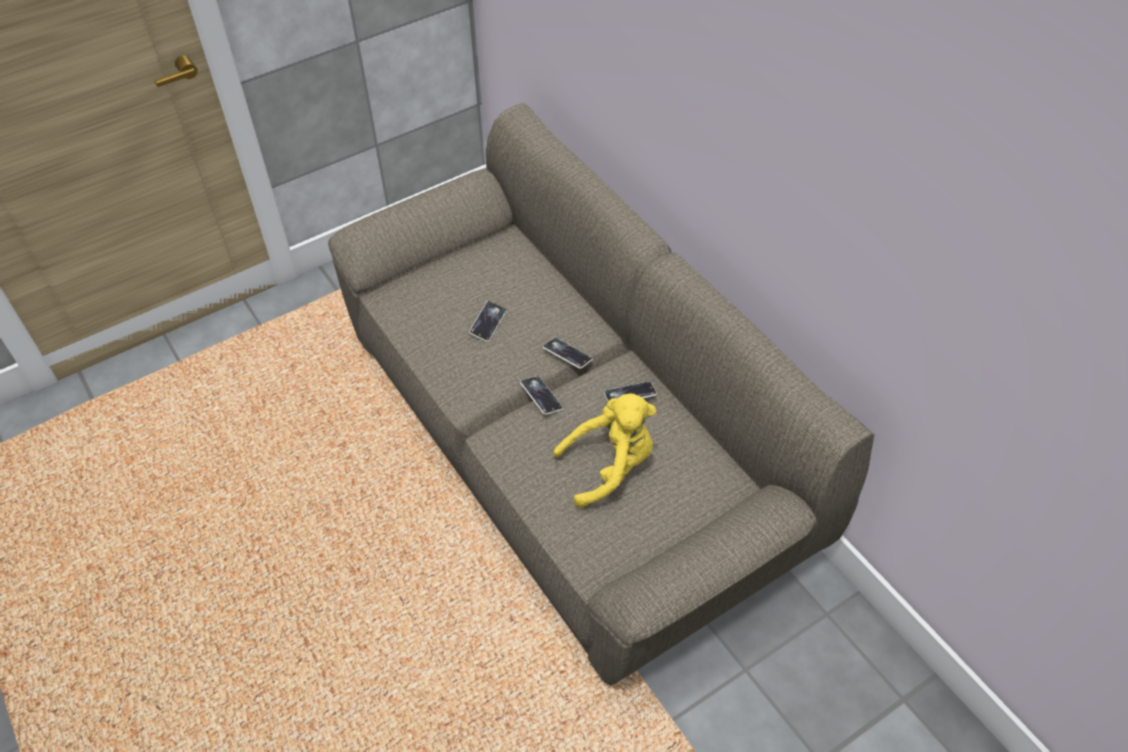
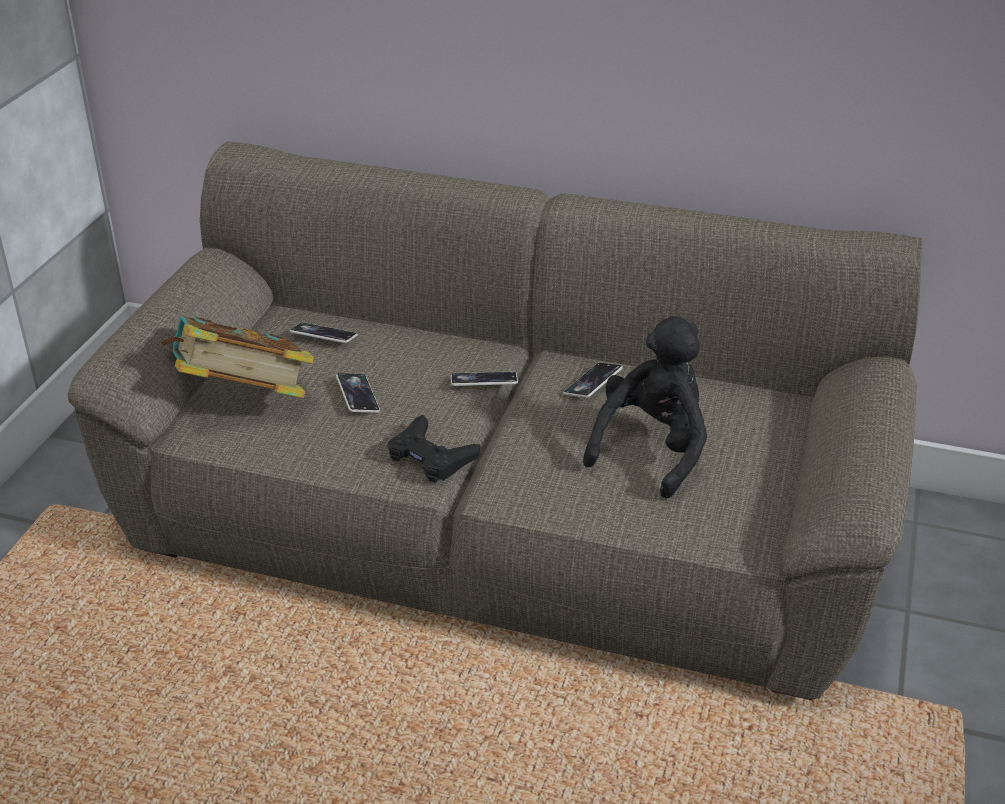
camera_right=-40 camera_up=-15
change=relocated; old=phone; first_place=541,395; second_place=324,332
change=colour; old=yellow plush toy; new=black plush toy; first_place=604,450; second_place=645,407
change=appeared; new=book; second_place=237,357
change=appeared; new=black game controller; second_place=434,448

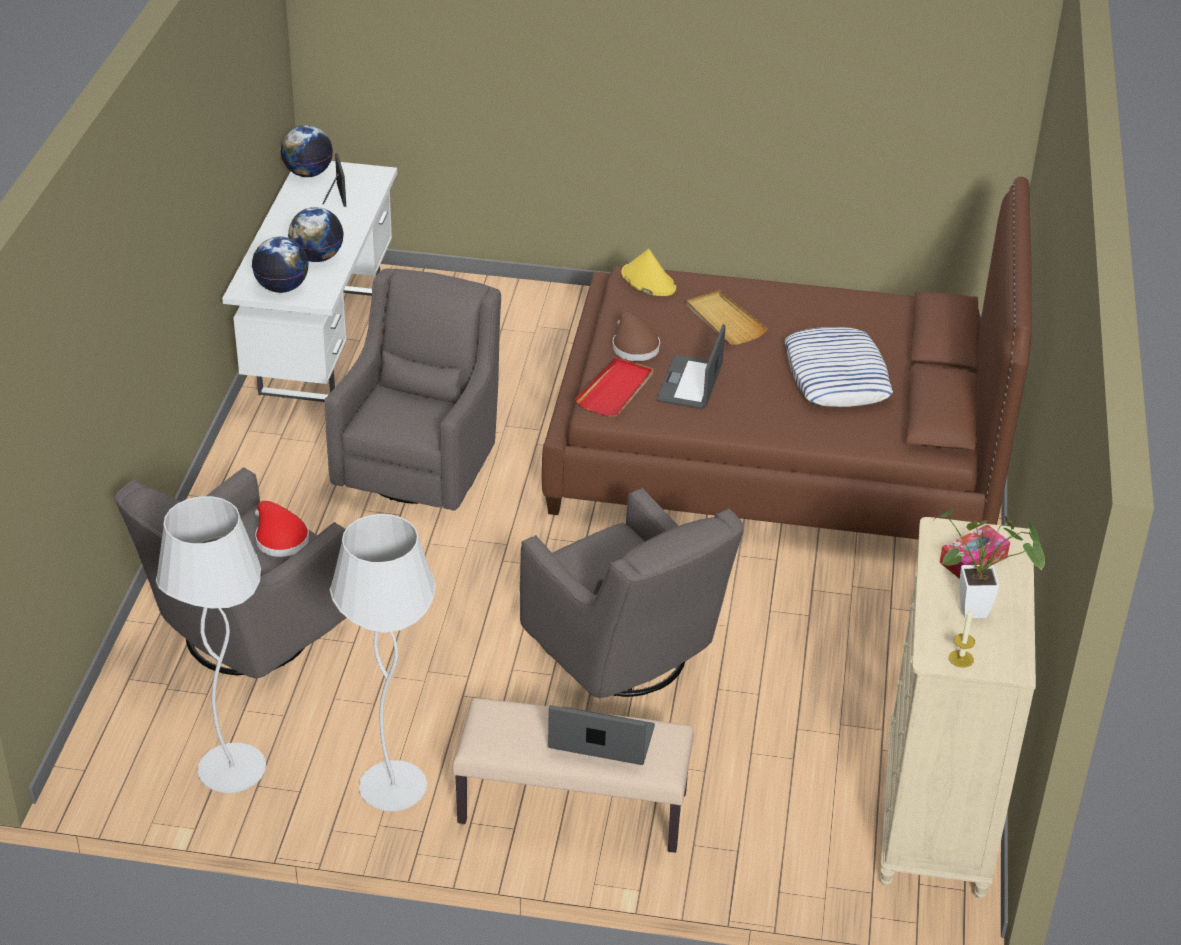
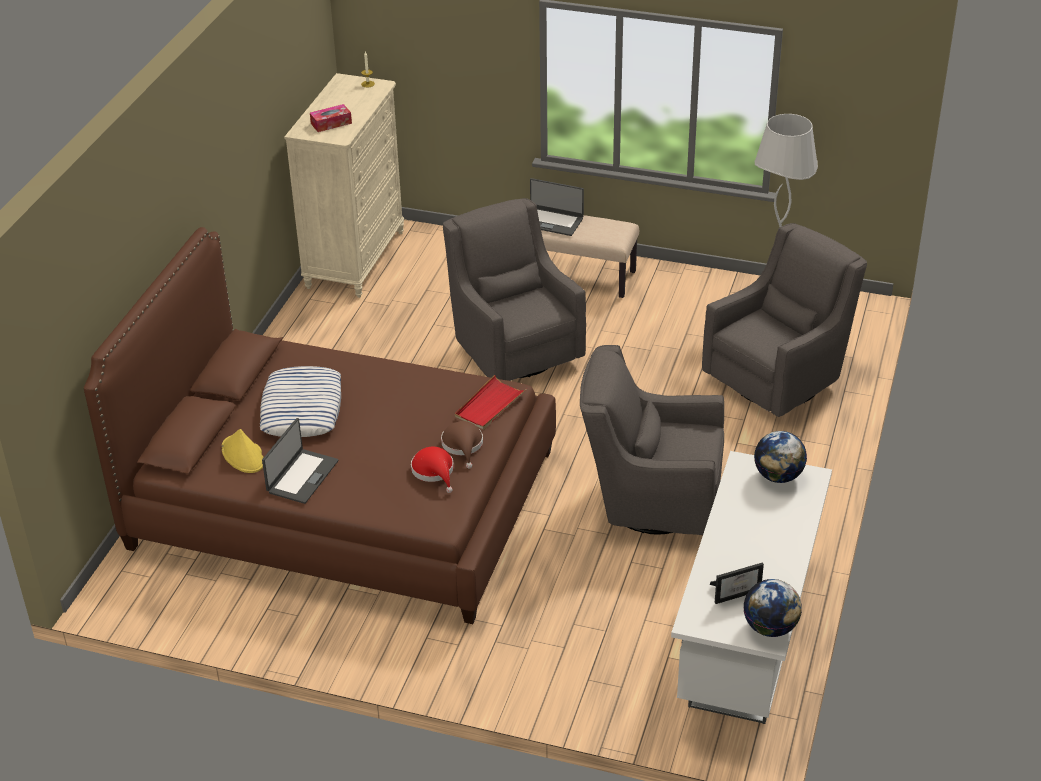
camera_right=-170 camera_up=0
change=spun; old=picture frame; first_place=334,180; second_place=737,583; degrees=-105
change=missing; old=globe; first_place=316,234
change=relocated; old=yellow hat; first_place=648,272; second_place=242,451
change=spun; old=grey armchair; first_place=412,389; second_place=652,440; degrees=75
change=missing; old=beige tray; first_place=726,317
change=relocated; old=laptop; first_place=691,366; second_place=300,461
change=relocated; old=red hat; first_place=282,529; second_place=432,470
change=missing; old=potted plant; first_place=989,563
change=missing; old=white floor lamp; first_place=383,663

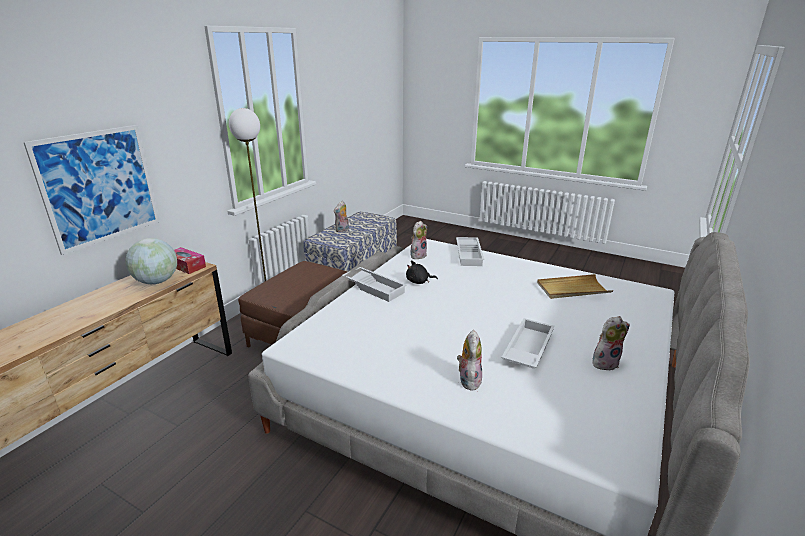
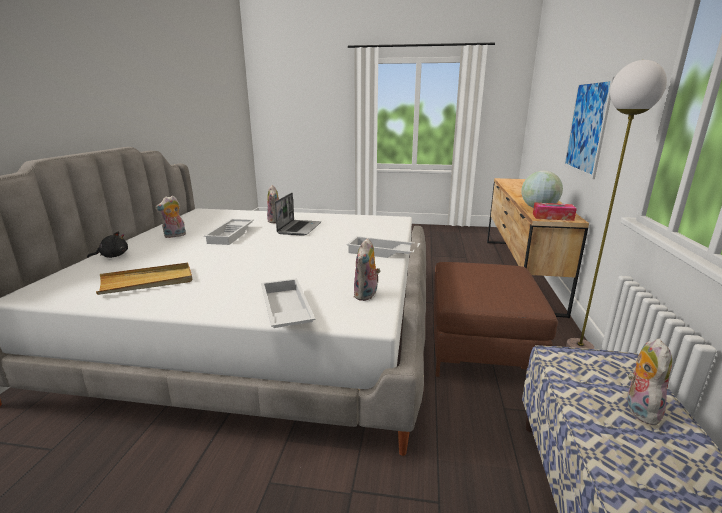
camera_right=160 camera_up=-5
change=relocated; old=black plush toy; first_place=422,272; second_place=107,245
change=appeared; new=laptop; second_place=298,214

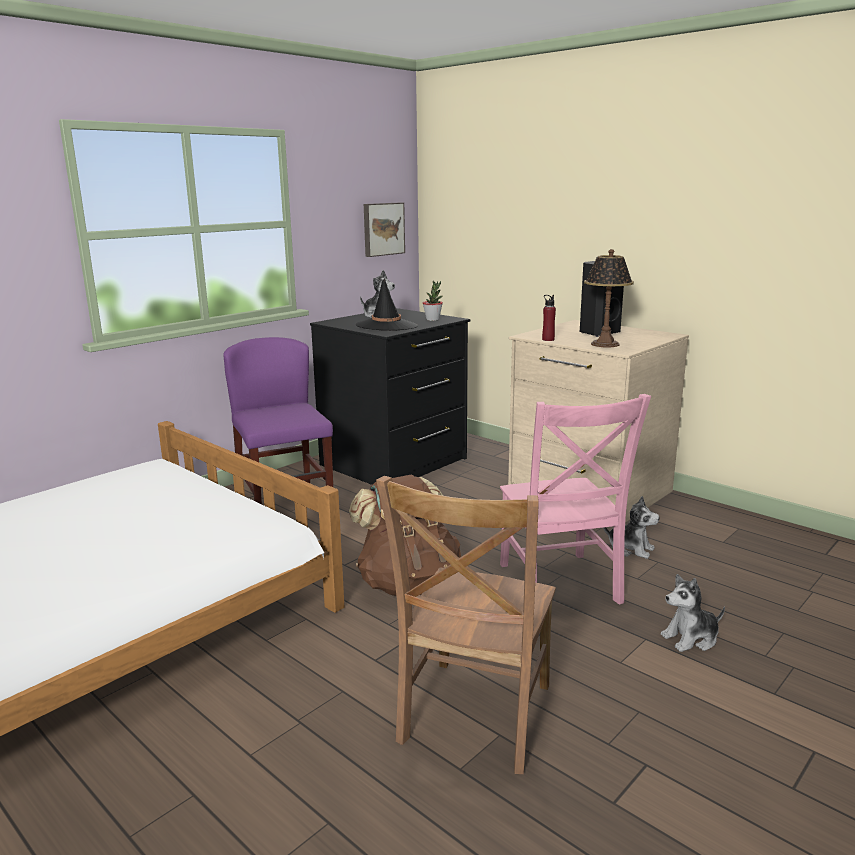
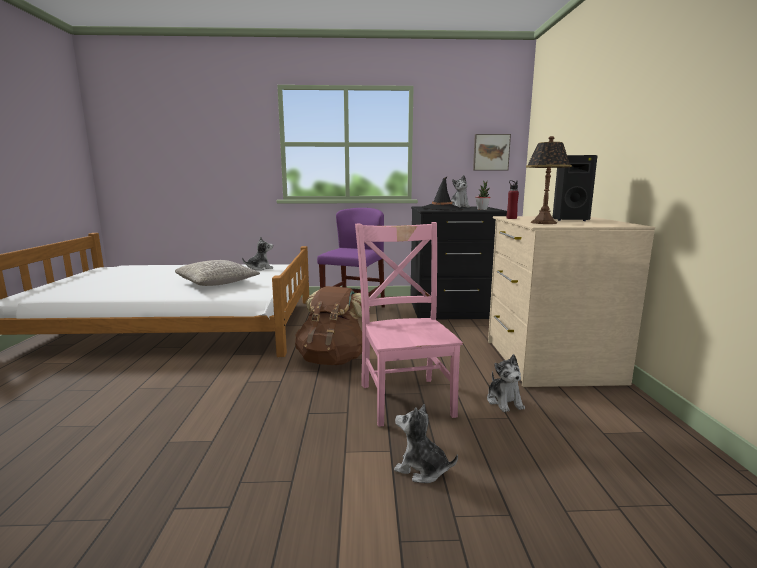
camera_right=45 camera_up=-5
change=spun; old=pink chair; first_place=575,499; second_place=409,324; degrees=135
change=missing; old=brown chair; first_place=466,625
change=appeared; new=plush toy; second_place=257,253
change=appeared; new=grey pillow; second_place=217,273

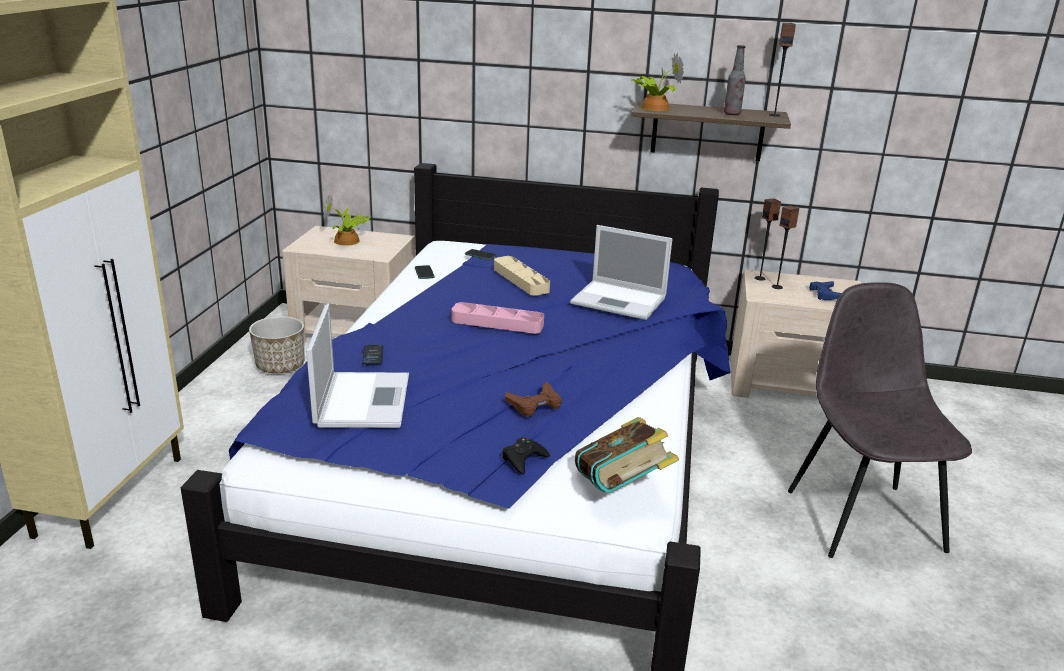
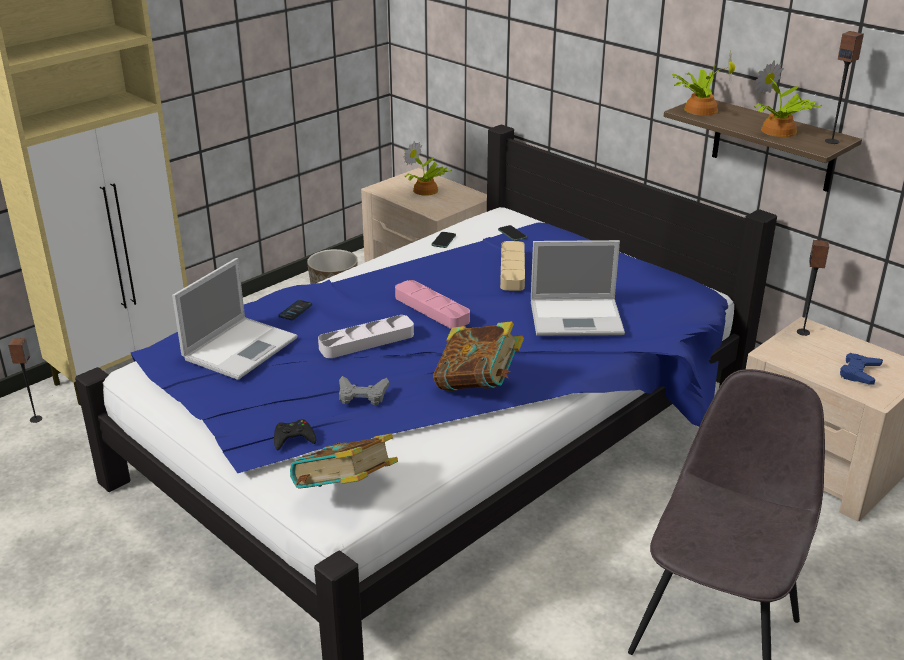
camera_right=35 camera_up=5
change=exchanged; old=bottle; new=potted plant; first_place=735,80; second_place=788,98
change=relocated; old=speaker; first_place=785,247; second_place=25,380
change=spun; old=laptop; first_place=621,272; second_place=578,288; degrees=-60
change=colour; old=brown game controller; new=grey game controller; first_place=533,399; second_place=364,390
change=appeared; new=white tray; second_place=366,336
change=appeared; new=book; second_place=478,356

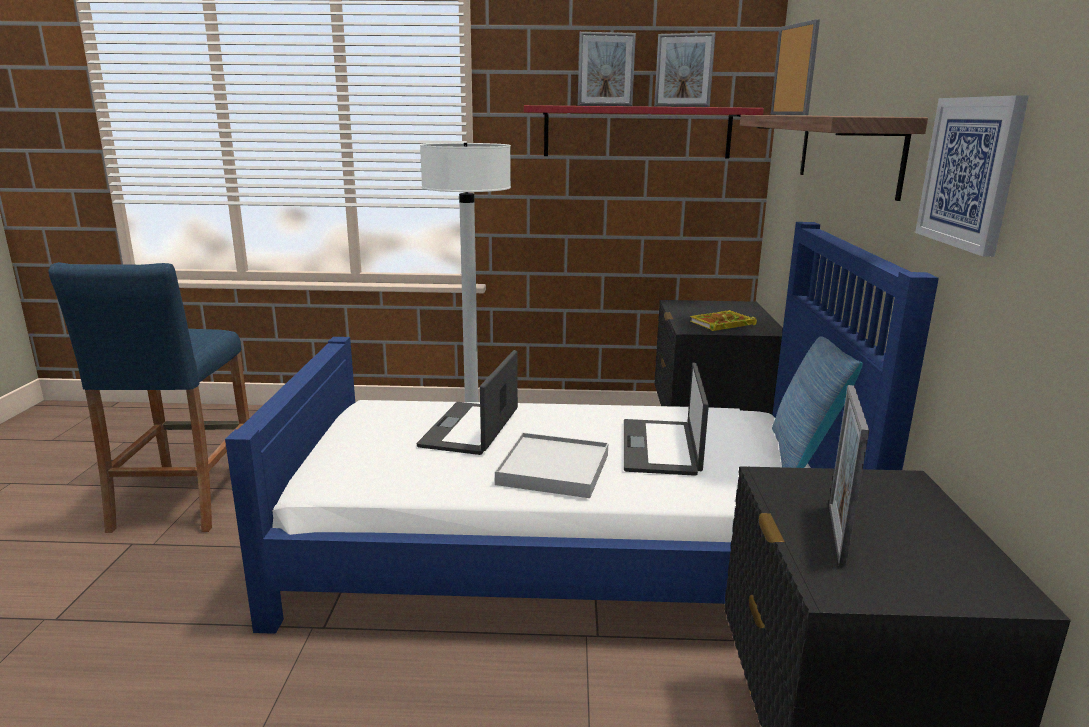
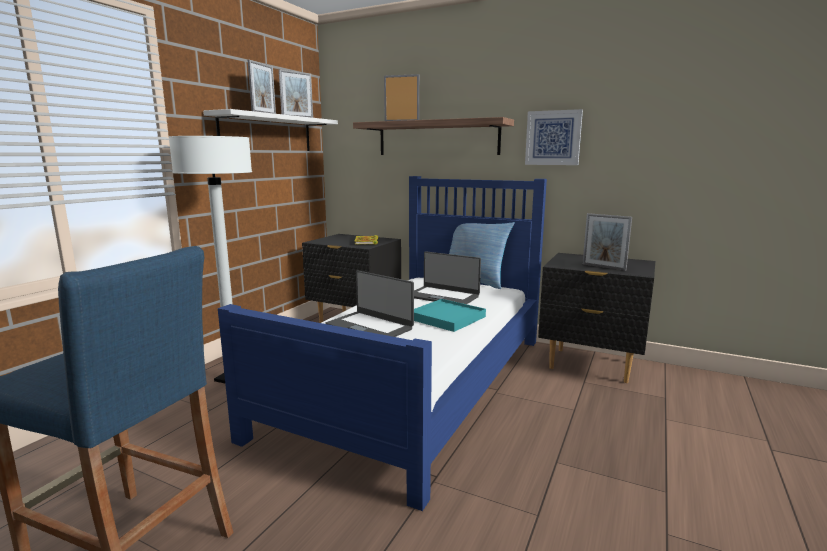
camera_right=-65 camera_up=-5
change=colour; old=red shelf; new=white shelf; first_place=644,132; second_place=270,130
change=colour; old=white tray; new=turquoise tray; first_place=551,465; second_place=450,315

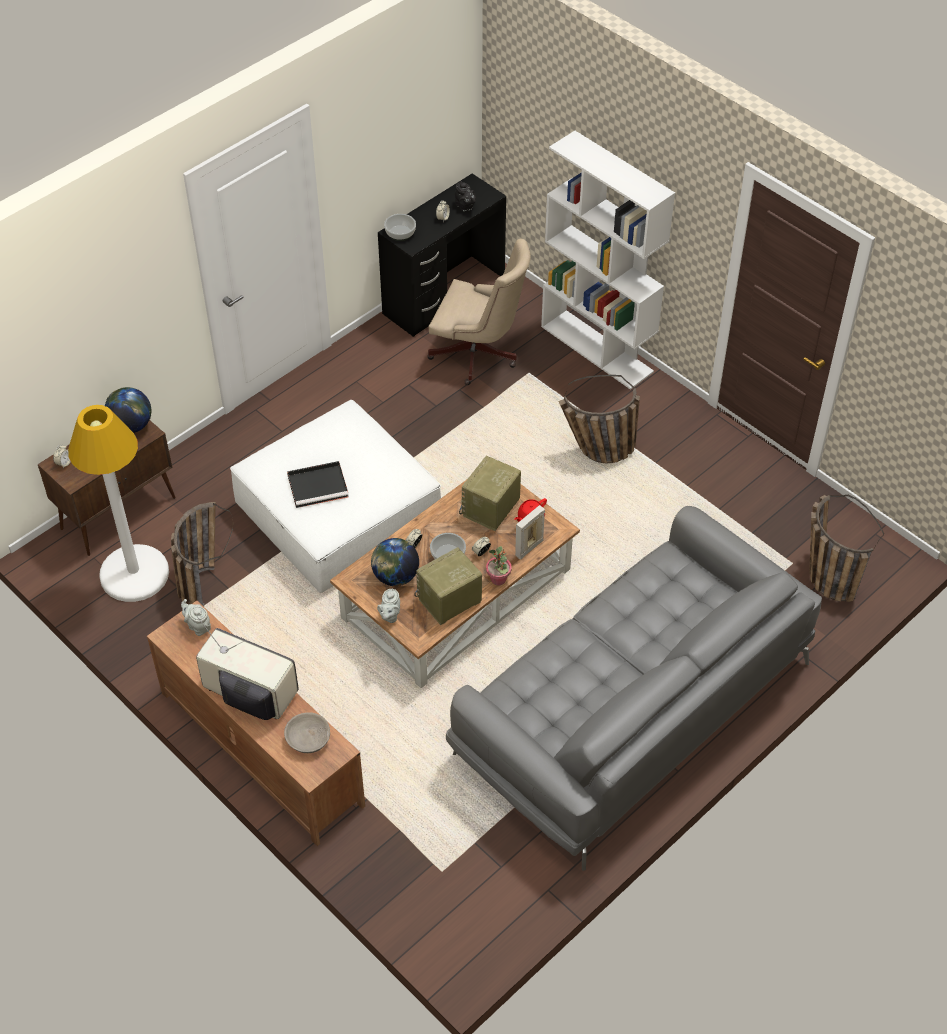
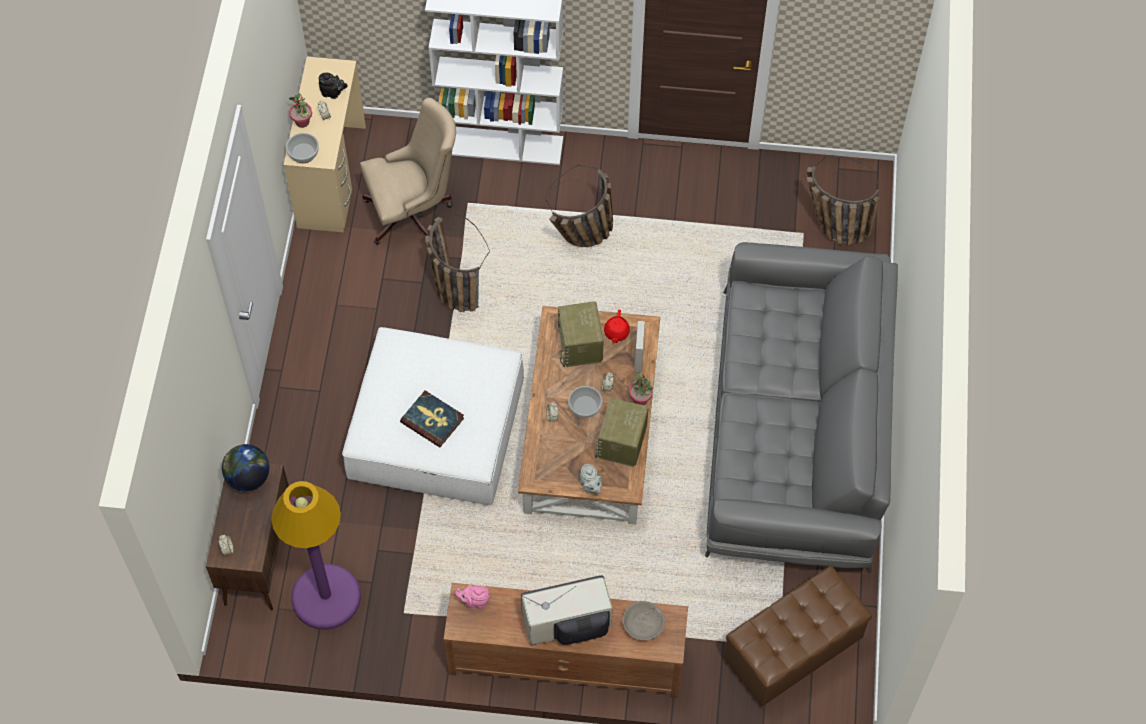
camera_right=-40 camera_up=10
change=colour; old=black desk; new=beige desk; first_place=442,255; second_place=325,144
change=colour; old=white floor lamp; new=purple floor lamp; first_place=118,503; second_place=316,555
change=exchanged; old=black tray; new=book; first_place=318,484; second_place=432,418
change=relocated; old=basket; first_place=202,554; second_place=457,263
change=missing; old=globe; first_place=395,562
change=colour; old=grey teapot; new=pink teapot; first_place=196,617; second_place=472,597
change=appeared; new=potted plant; second_place=300,110
change=appeared; new=brown ottoman; second_place=797,636

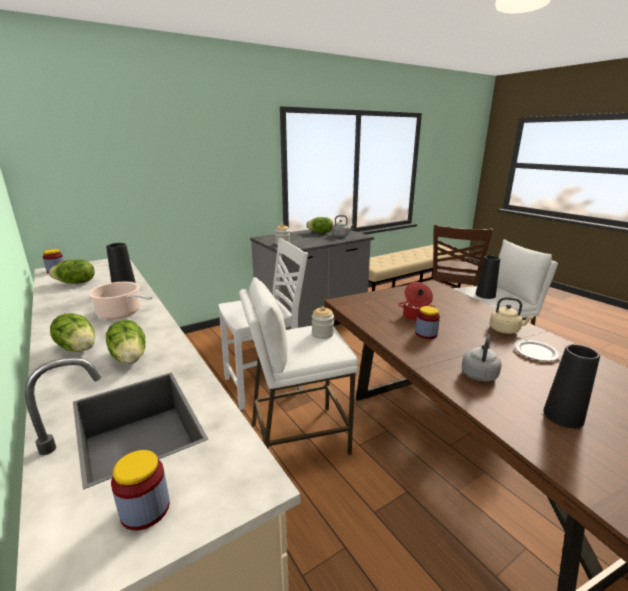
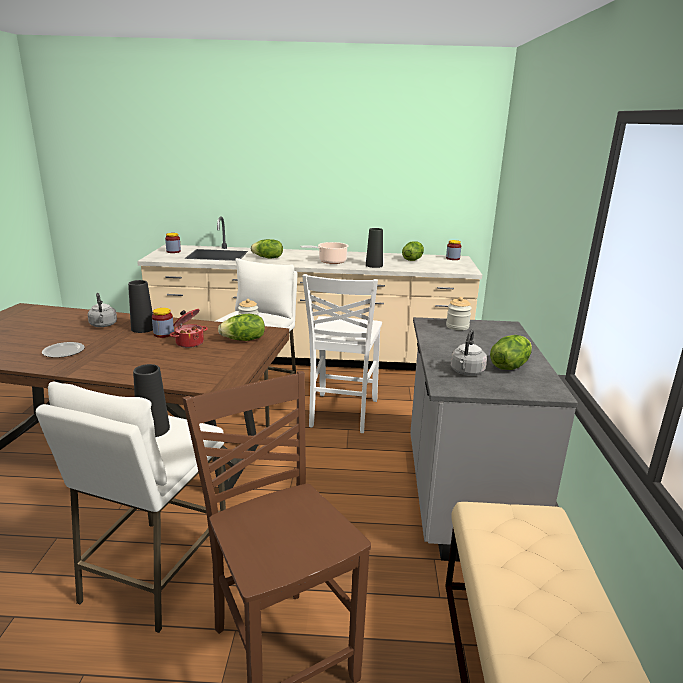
camera_right=125 camera_up=0
change=missing; old=beige kettle; first_place=512,315
change=relocated; old=lettuce; first_place=72,332; second_place=241,327
change=relocated; old=black vase; first_place=571,386; second_place=140,306

